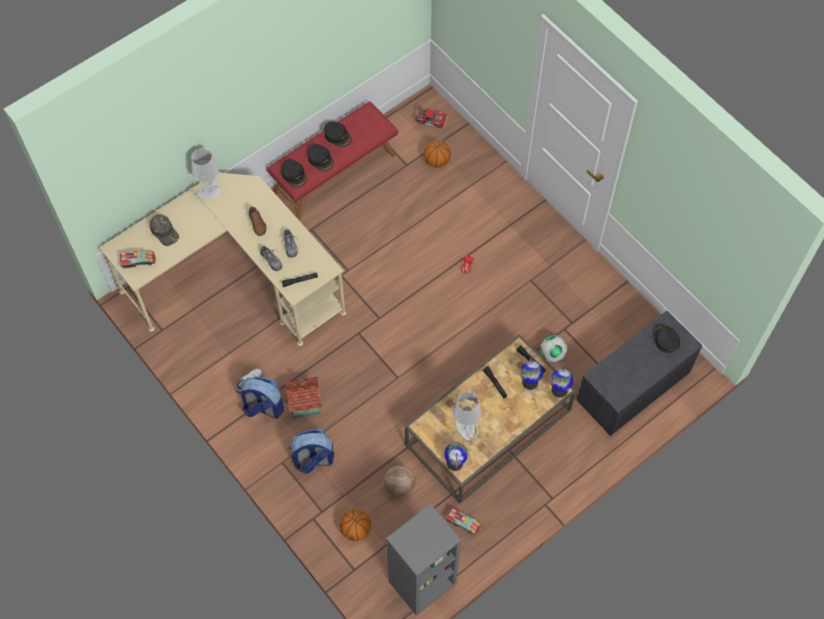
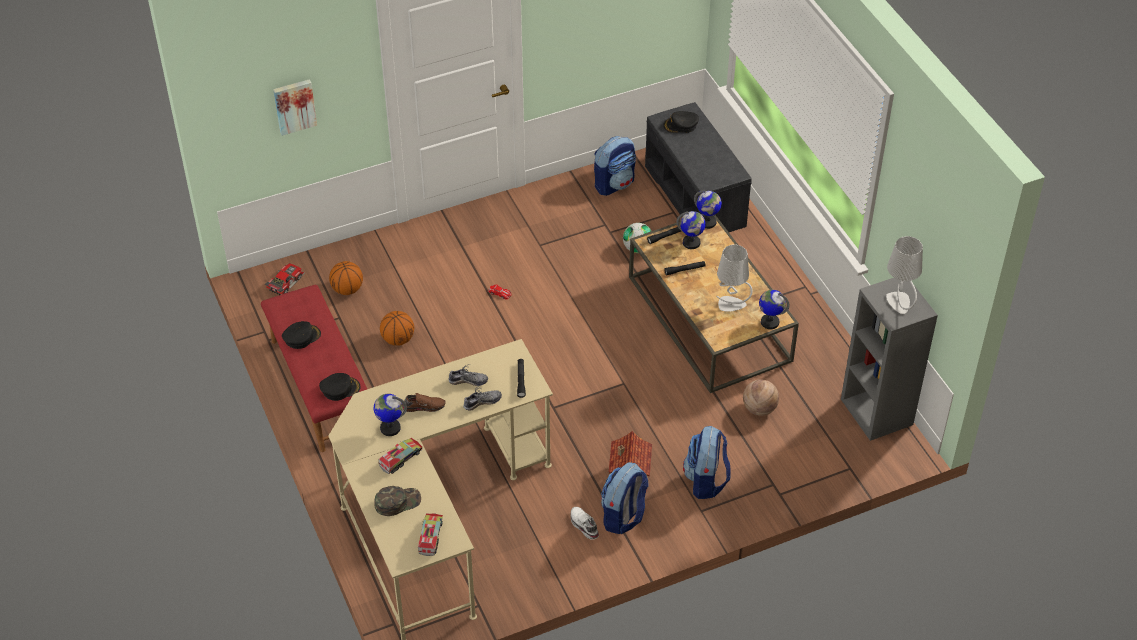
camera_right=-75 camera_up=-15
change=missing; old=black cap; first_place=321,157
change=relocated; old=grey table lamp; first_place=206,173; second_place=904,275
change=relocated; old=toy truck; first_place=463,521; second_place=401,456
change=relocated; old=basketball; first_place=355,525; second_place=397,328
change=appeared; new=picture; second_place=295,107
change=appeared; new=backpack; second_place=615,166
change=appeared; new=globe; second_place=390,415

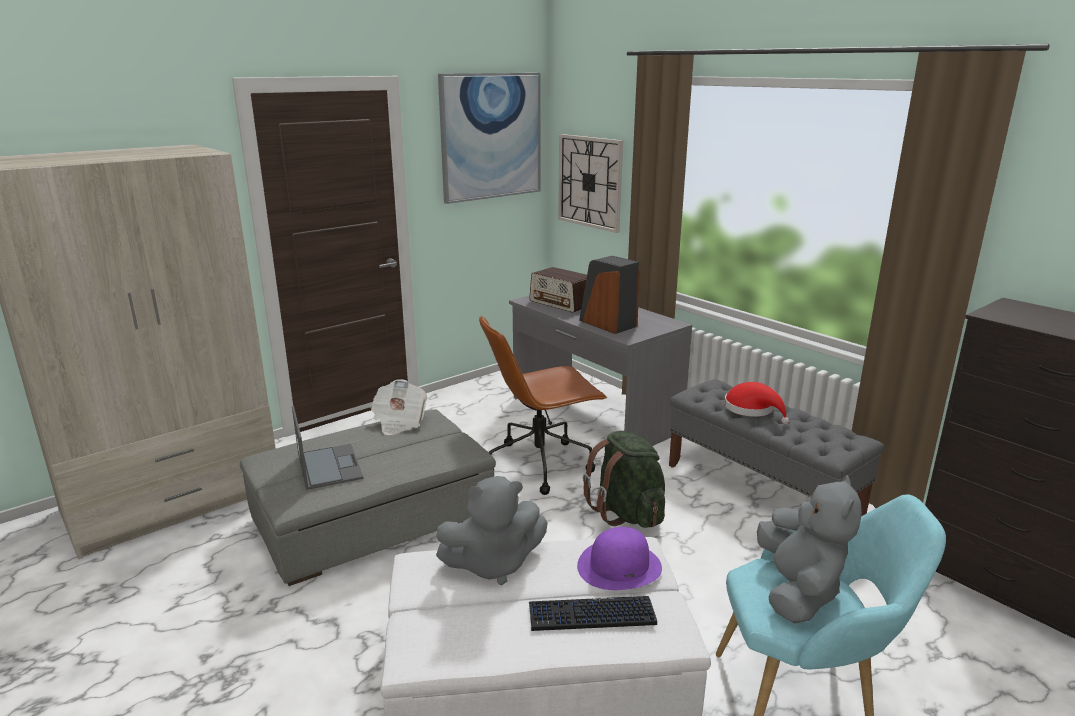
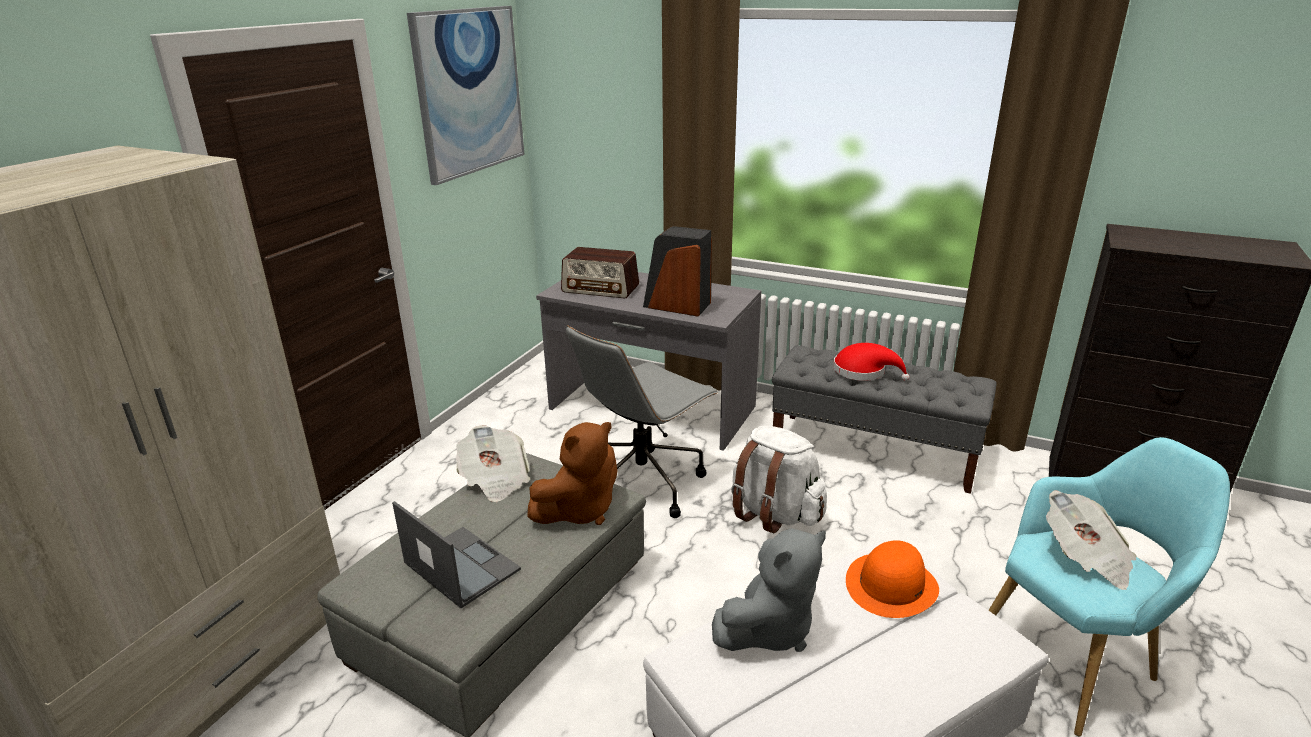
camera_right=-25 camera_up=5
change=missing; old=wall clock; first_place=590,183
change=colour; old=brown office chair; new=grey office chair; first_place=543,405; second_place=642,421
change=colour; old=green backpack; new=white backpack; first_place=624,479; second_place=779,479
change=exchanged; old=grey plush toy; new=newspaper; first_place=809,549; second_place=1091,540
change=colour; old=purple hat; new=orange hat; first_place=619,558; second_place=892,579
change=missing; old=keyboard; first_place=593,613
change=appeared; new=brown plush toy; second_place=572,473

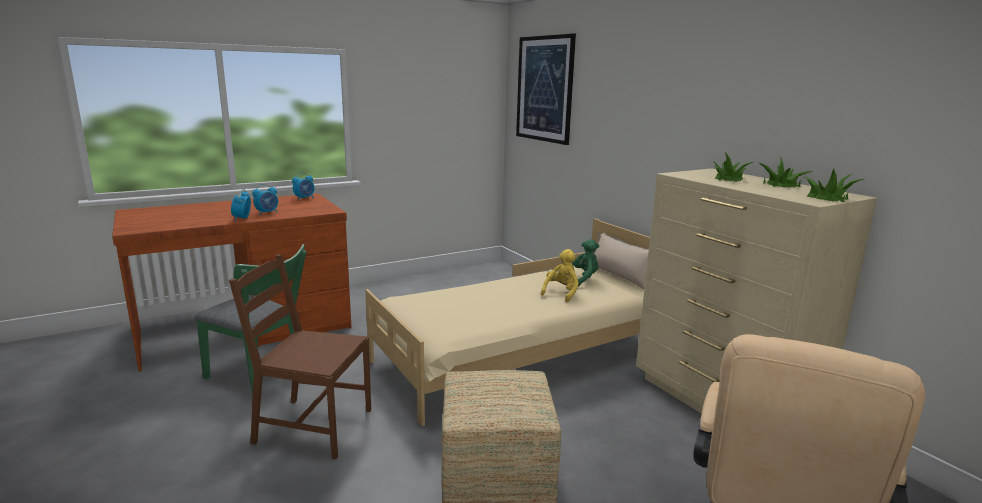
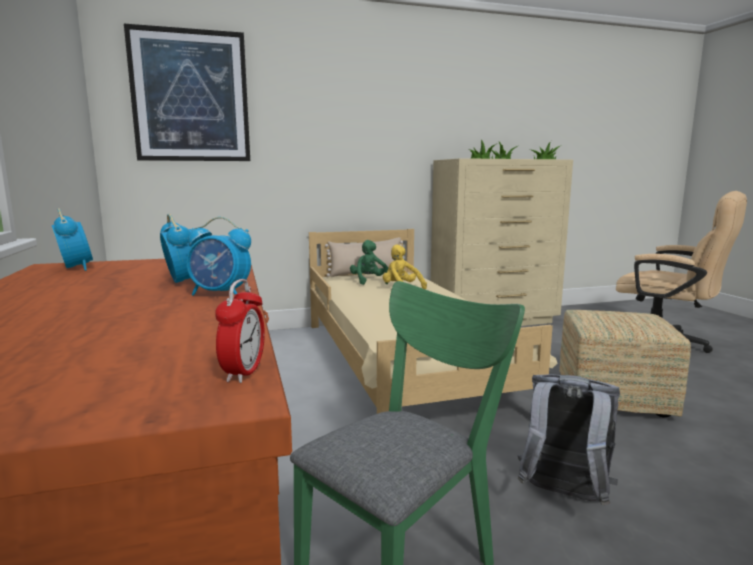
camera_right=-75 camera_up=-5
change=exchanged; old=brown chair; new=grey backpack; first_place=300,356; second_place=569,439
change=appeared; new=alarm clock; second_place=240,331

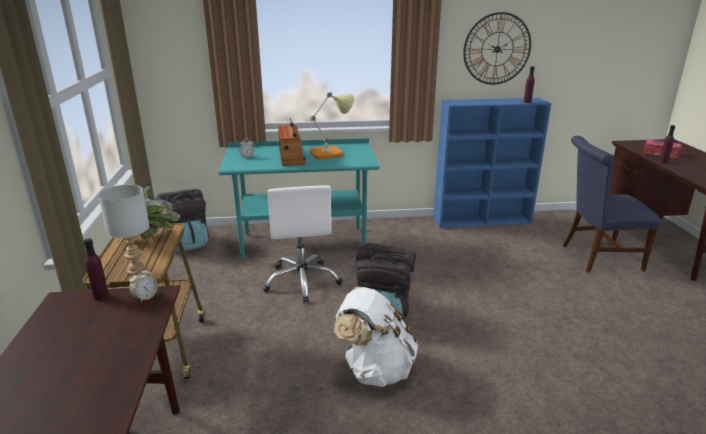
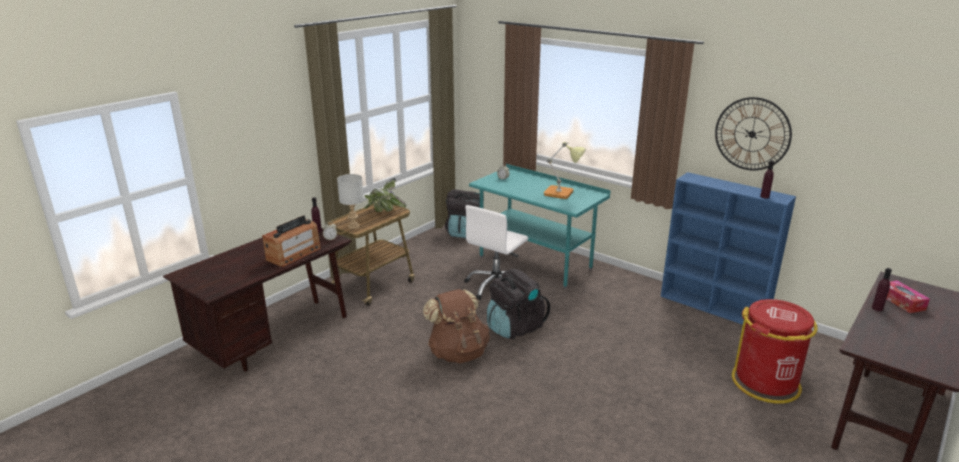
camera_right=45 camera_up=0
change=relocated; old=radio; first_place=292,142; second_place=291,241
change=exchanged; old=blue chair; new=red trash can; first_place=612,204; second_place=775,351
change=colour; old=white backpack; new=brown backpack; first_place=376,337; second_place=456,326

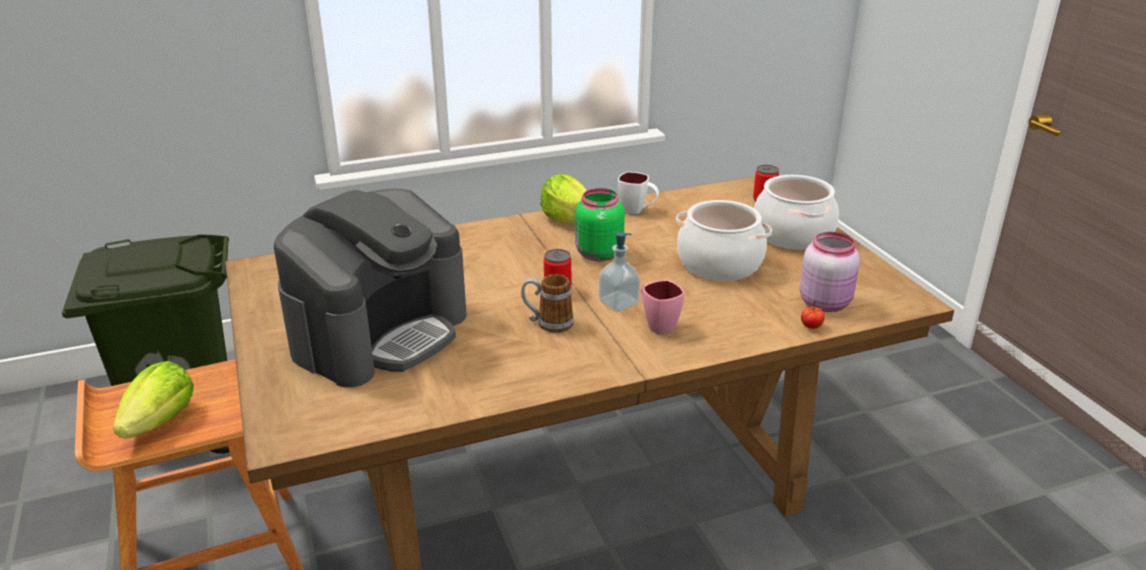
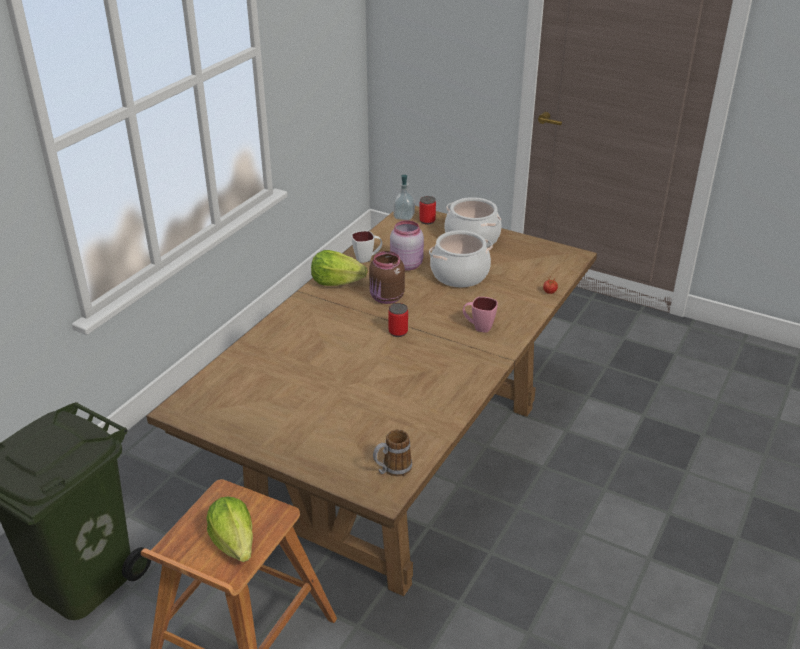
camera_right=-40 camera_up=5
change=colour; old=green jar; new=brown jar; first_place=600,224; second_place=387,277
change=missing; old=coffee machine; first_place=370,288
change=relocated; old=soap dispenser; first_place=619,272; second_place=404,197
change=relocated; old=pink jar; first_place=829,272; second_place=407,245
change=relocated; old=mug; first_place=547,303; second_place=392,452

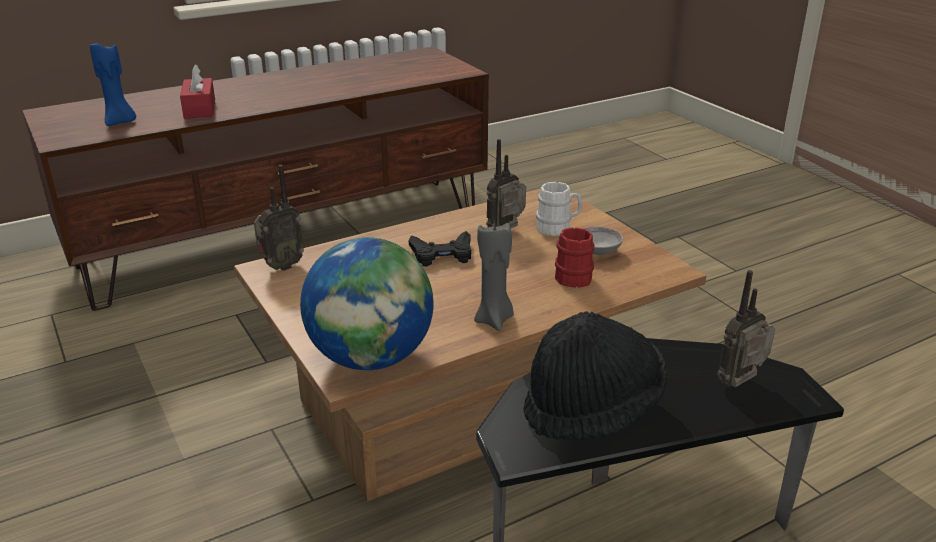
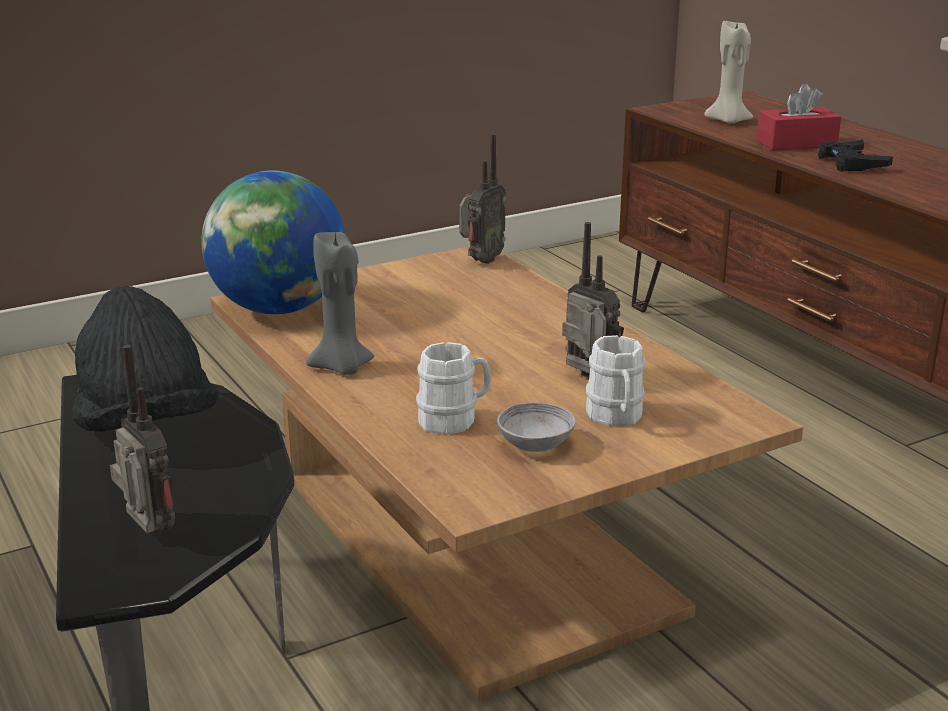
camera_right=90 camera_up=-5
change=colour; old=blue candle; new=beige candle; first_place=113,83; second_place=728,71
change=spun; old=radio; first_place=279,218; second_place=482,199; degrees=-105
change=colour; old=red mug; new=white mug; first_place=574,257; second_place=453,388
change=relocated; old=black game controller; first_place=440,249; second_place=855,155

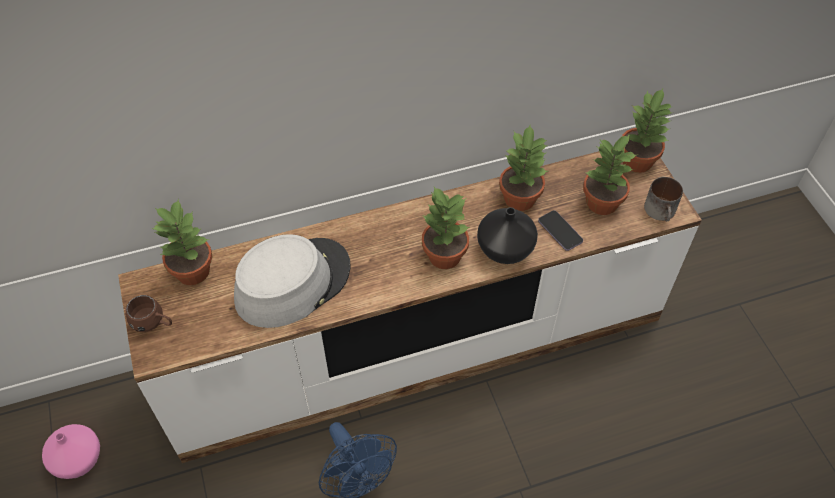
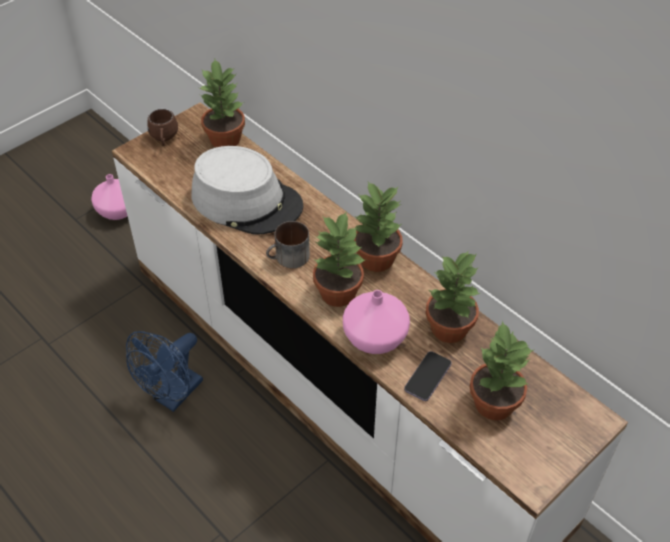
camera_right=65 camera_up=-5
change=relocated; old=potted plant; first_place=647,131; second_place=377,227
change=relocated; old=mug; first_place=663,199; second_place=288,244
change=colour; old=black vase; new=pink vase; first_place=507,235; second_place=376,322

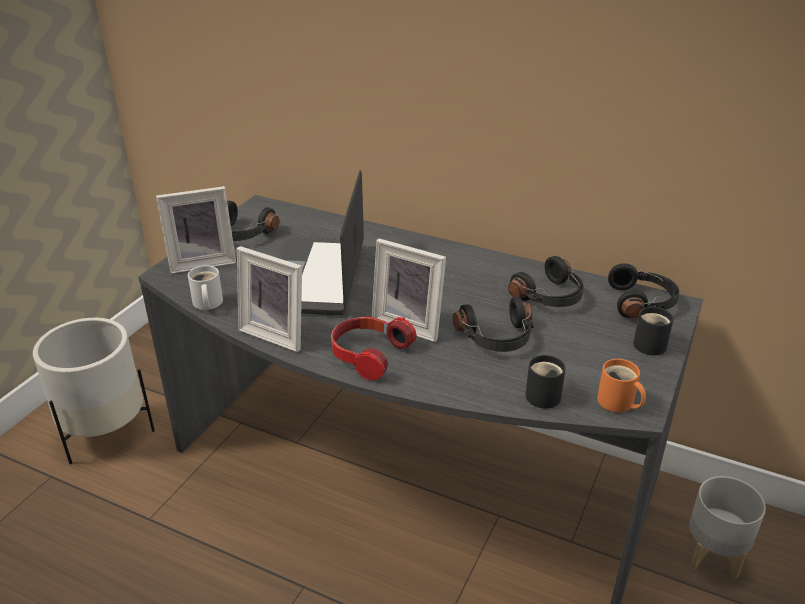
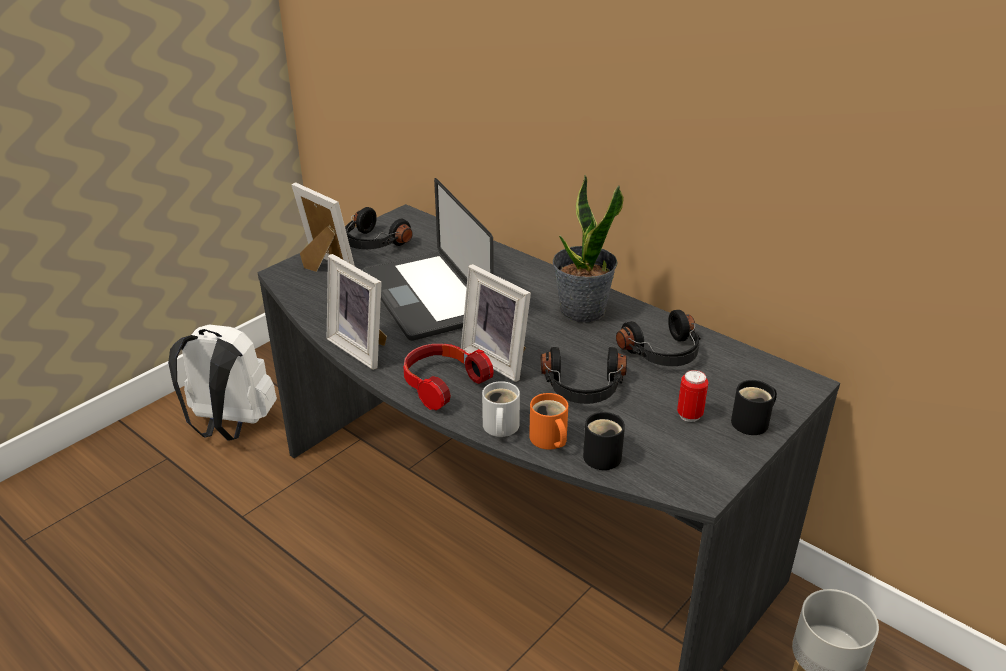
camera_right=15 camera_up=0
change=spun; old=laptop; first_place=321,242; second_place=428,259; degrees=-45
change=spun; old=picture frame; first_place=196,230; second_place=323,227; degrees=-135
change=missing; old=black headphones; first_place=644,290
change=relocated; old=white mug; first_place=205,287; second_place=501,409
change=exchanged; old=white planter; new=white backpack; first_place=94,391; second_place=222,383
change=relocated; old=orange mug; first_place=621,385; second_place=548,421
change=appeared; new=potted plant; second_place=588,249
change=appeared; new=can; second_place=693,396

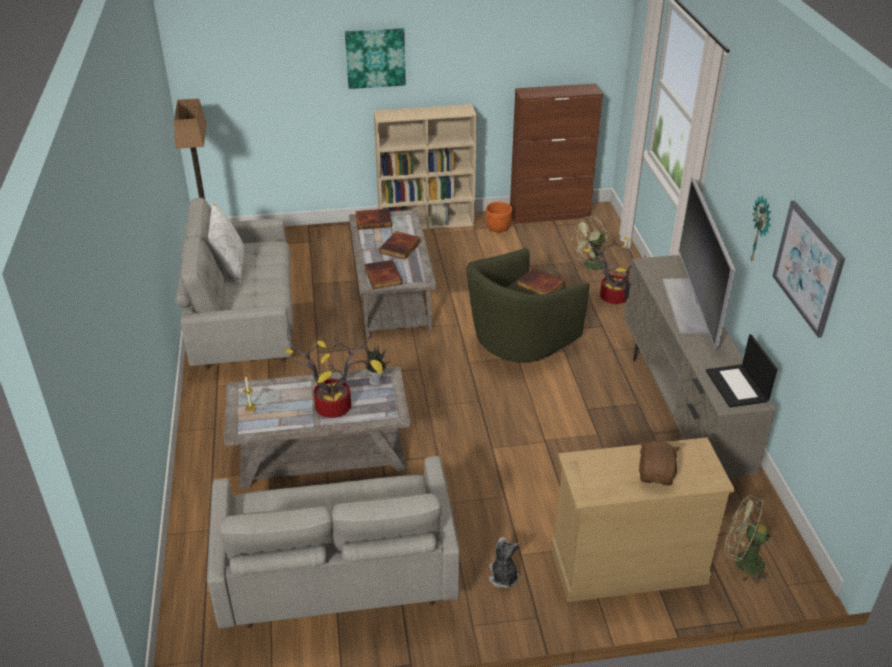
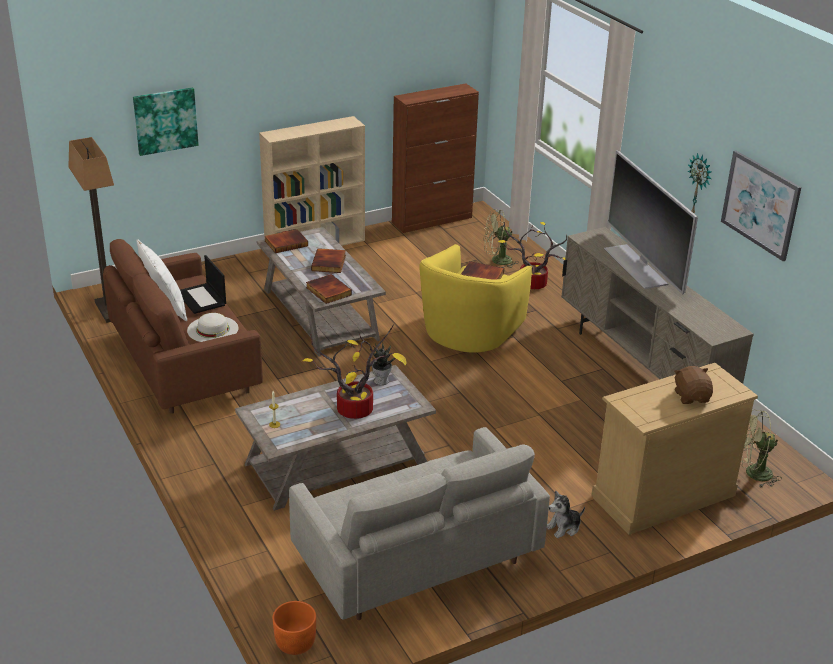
camera_right=-20 camera_up=-5
change=relocated; old=picture; first_place=375,58; second_place=166,121
change=colour; old=grey sofa; new=brown sofa; first_place=234,283; second_place=183,326
change=relocated; old=orange planter; first_place=499,217; second_place=294,628
change=spun; old=green fan; first_place=591,245; second_place=501,238; degrees=45
change=colour; old=green armchair; new=yellow armchair; first_place=528,305; second_place=476,298
change=relocated; old=laptop; first_place=741,370; second_place=203,284
change=spun; old=plush toy; first_place=504,562; second_place=566,514; degrees=-90
change=appeared; new=white hat; second_place=212,327

